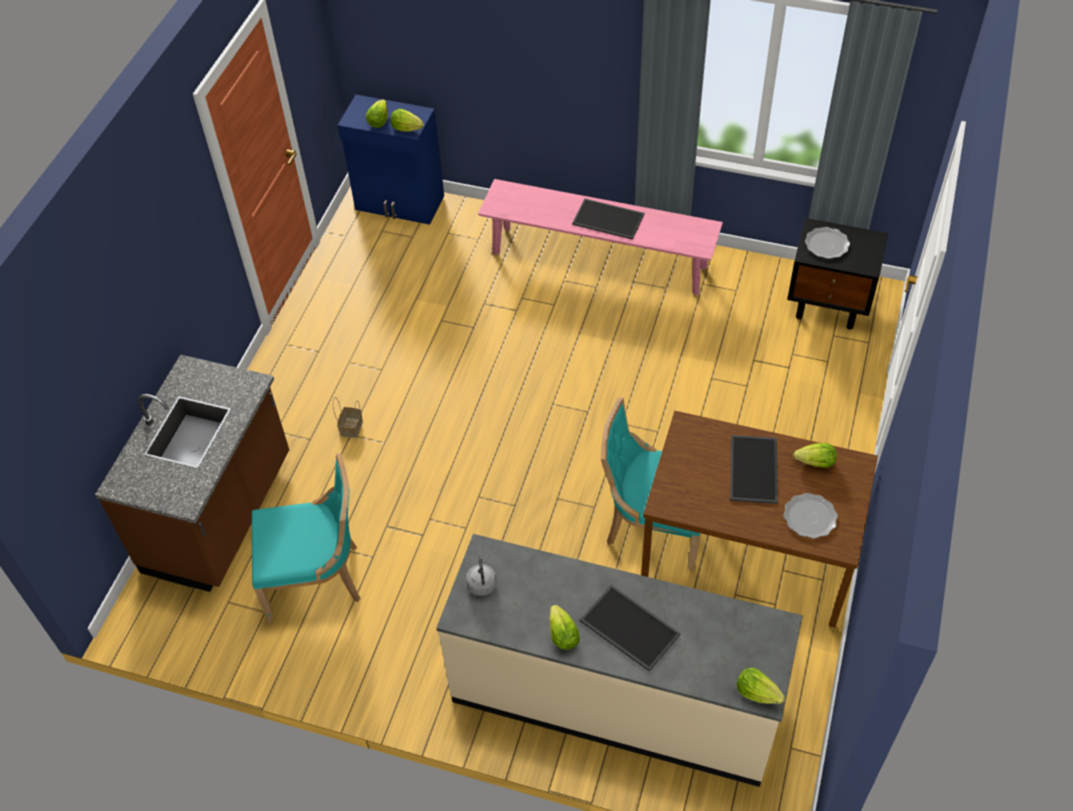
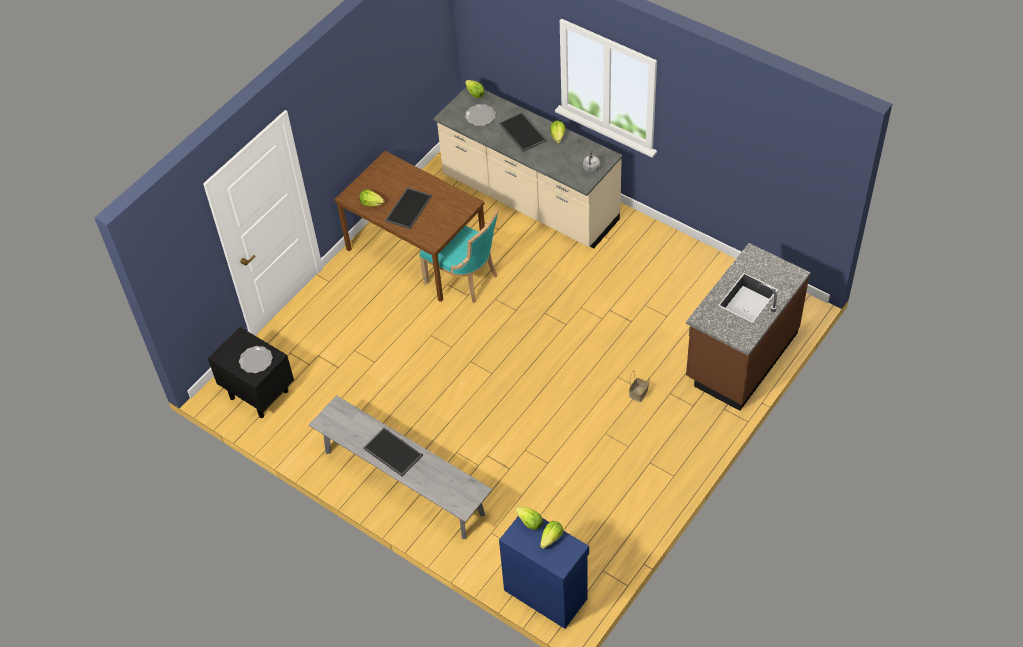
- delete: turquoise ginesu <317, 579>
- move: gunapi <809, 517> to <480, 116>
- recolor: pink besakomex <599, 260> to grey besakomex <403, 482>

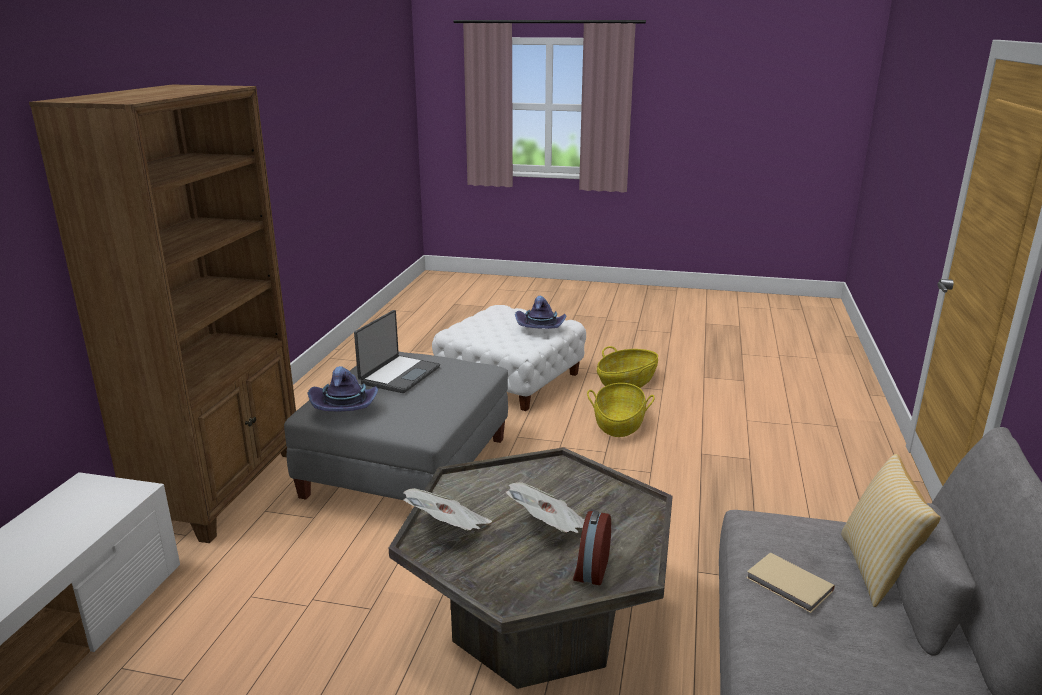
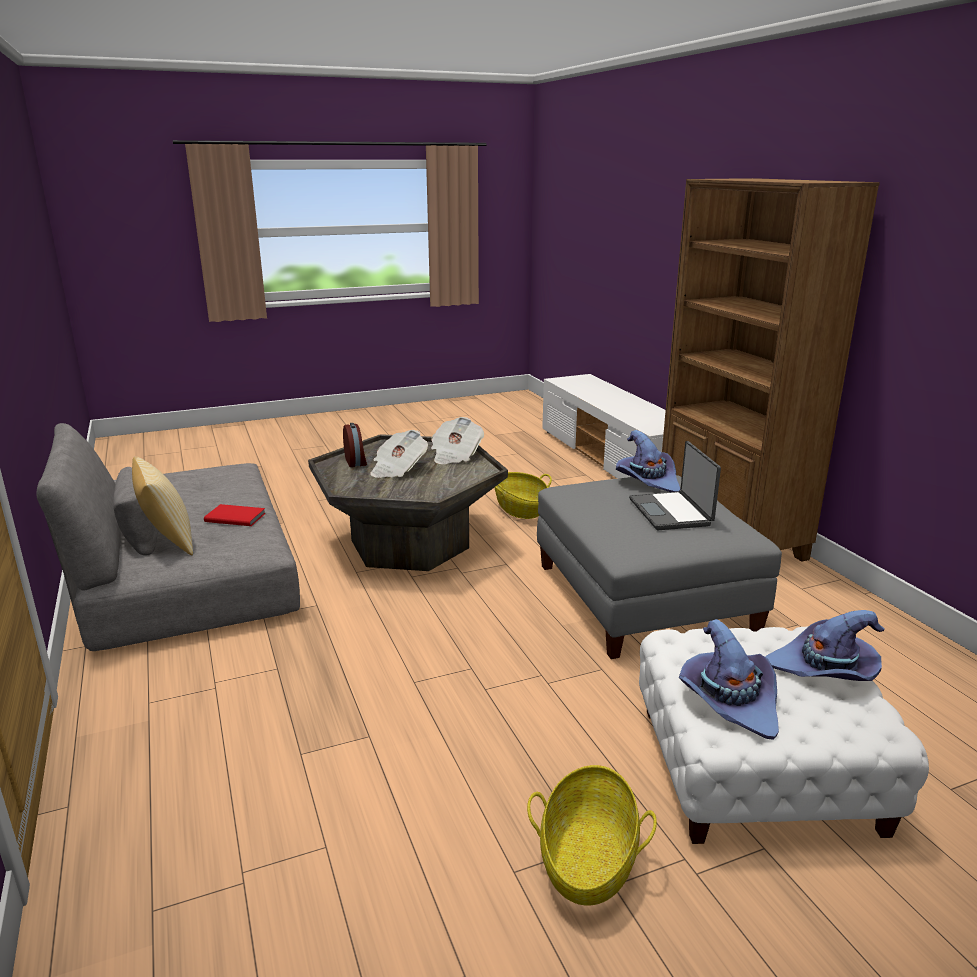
- insert: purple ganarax <825, 670>
- move: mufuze <619, 424> to <521, 509>
- recolor: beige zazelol <789, 585> to red zazelol <235, 517>

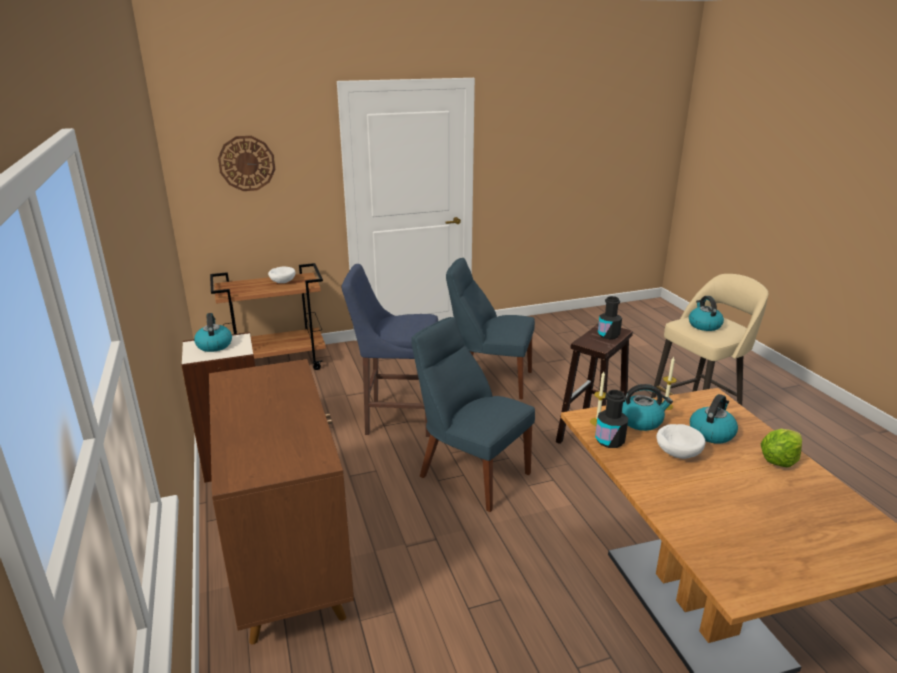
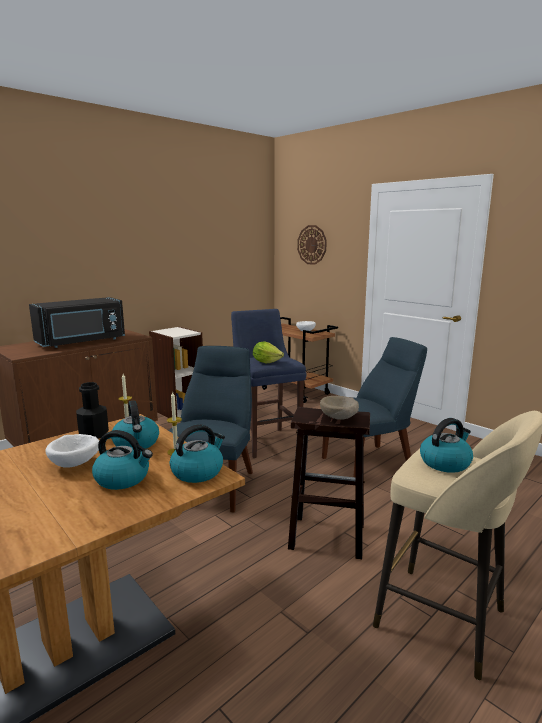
- insert: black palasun <82, 342>
- move: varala <214, 345> to <198, 472>
- move: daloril <779, 460> to <266, 362>
- replace: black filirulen <608, 335> to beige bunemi <339, 418>
- rotate: blue ginesu <489, 380> = <370, 462> 75 degrees clockwise

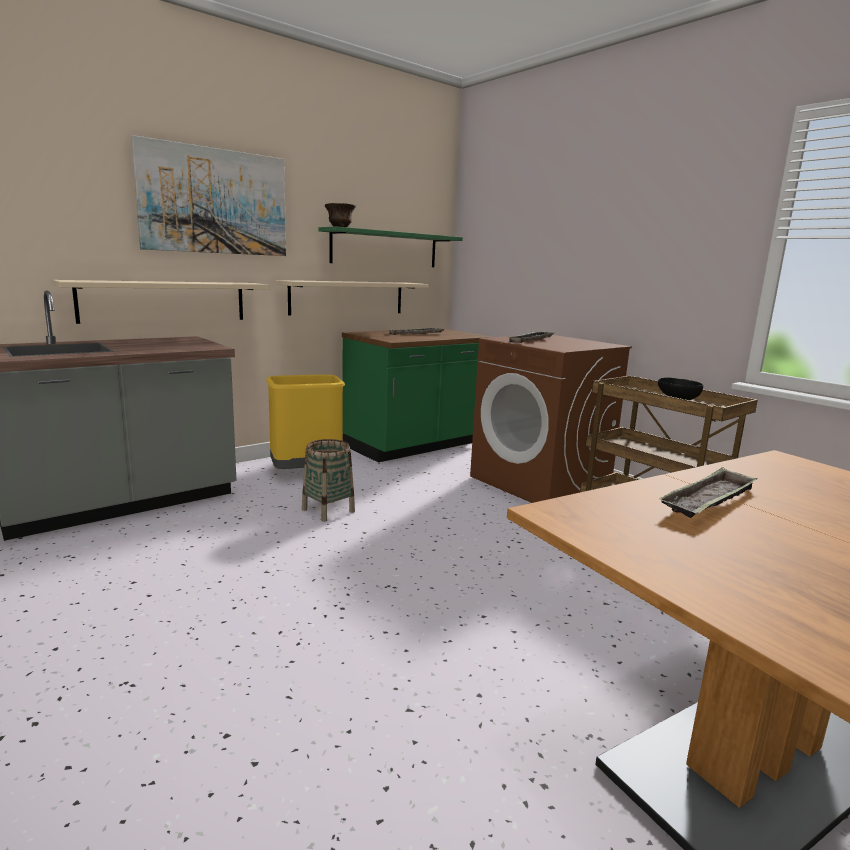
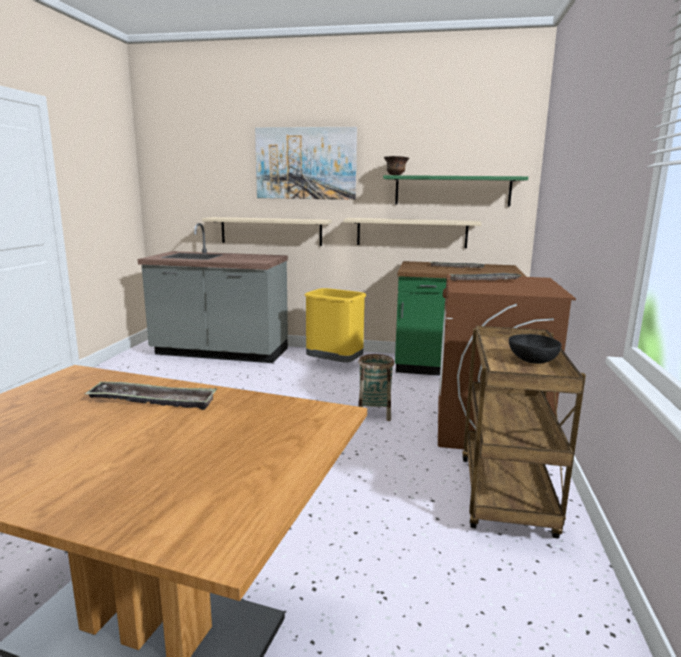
- move: mufuze <328, 510> to <374, 413>

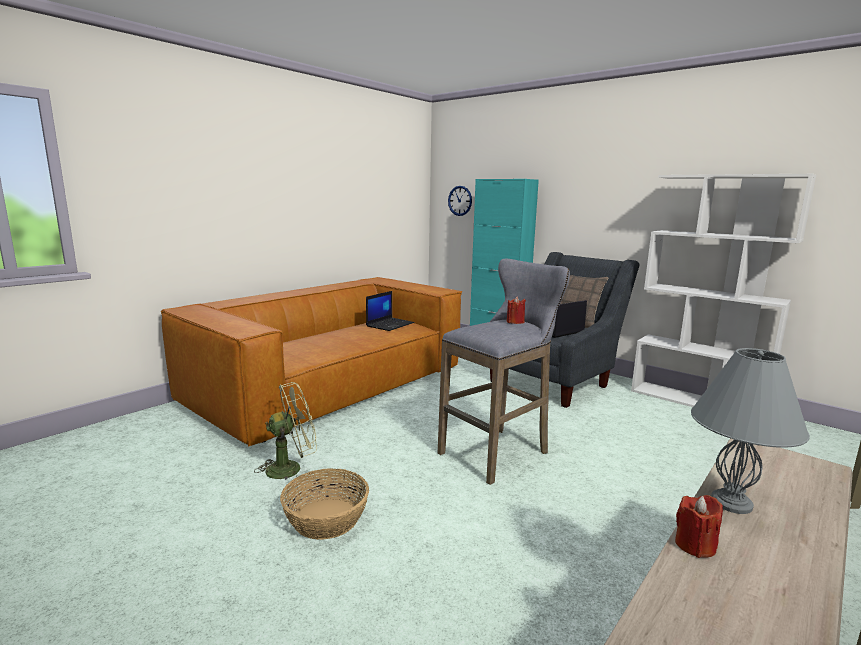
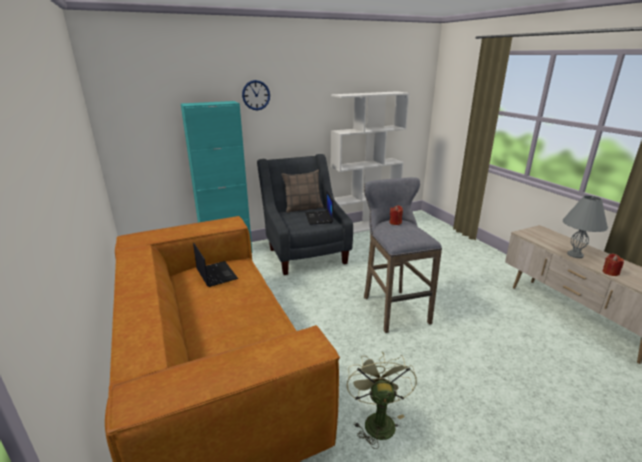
- delete: mufuze <326, 518>
- move: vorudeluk <460, 200> to <256, 95>

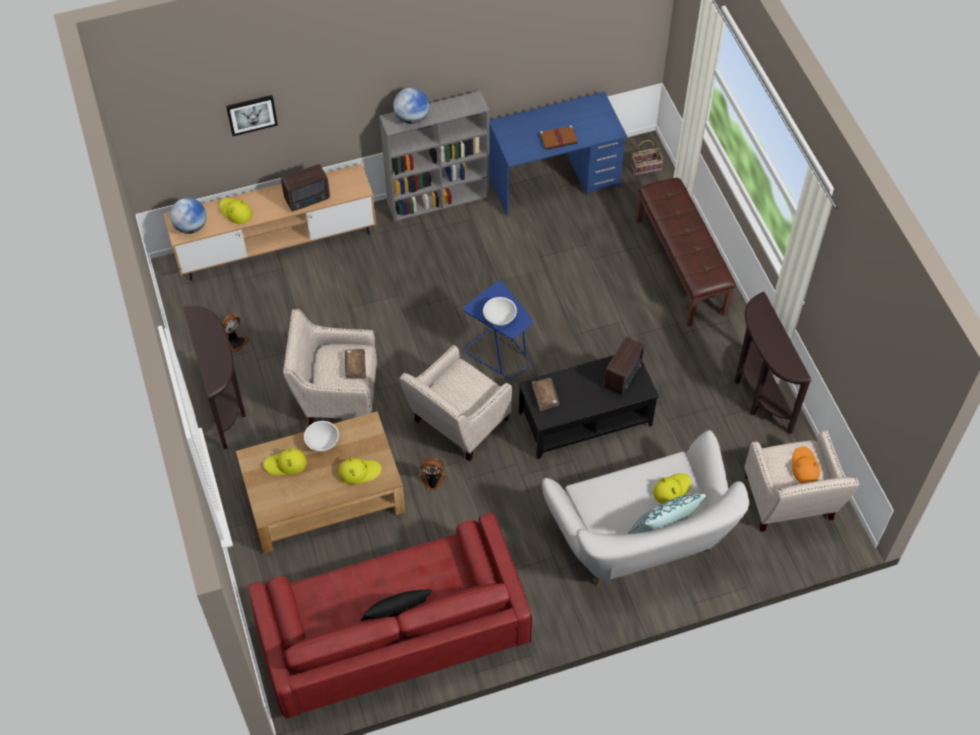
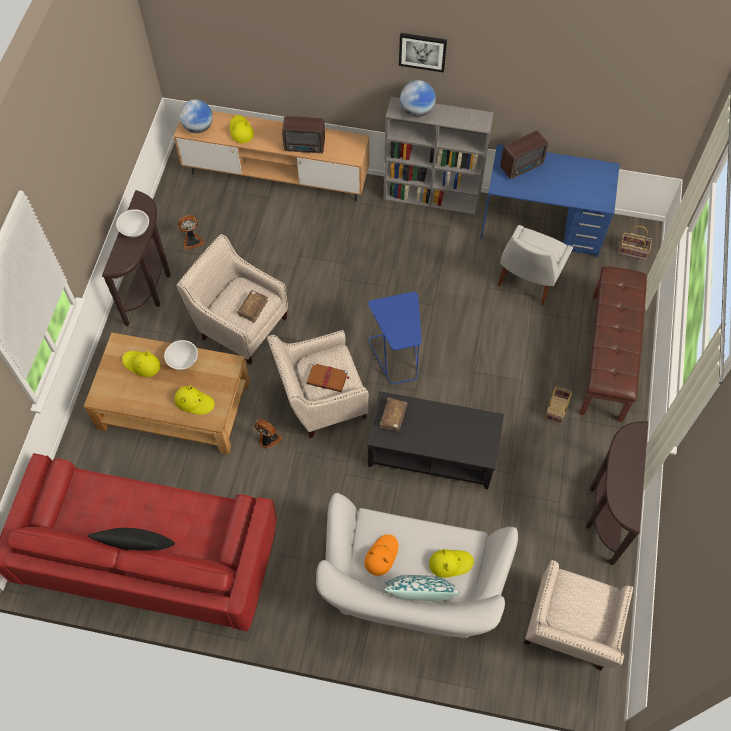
- insert: white ginesu <527, 281>
- insert: mufuze <556, 408>
- move: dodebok <251, 114> to <422, 51>
- move: white bunemi <500, 318> to <135, 229>
- move: brown zazelol <559, 138> to <328, 378>
- move: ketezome <624, 375> to <522, 166>
- move: orange ganarax <804, 467> to <381, 556>

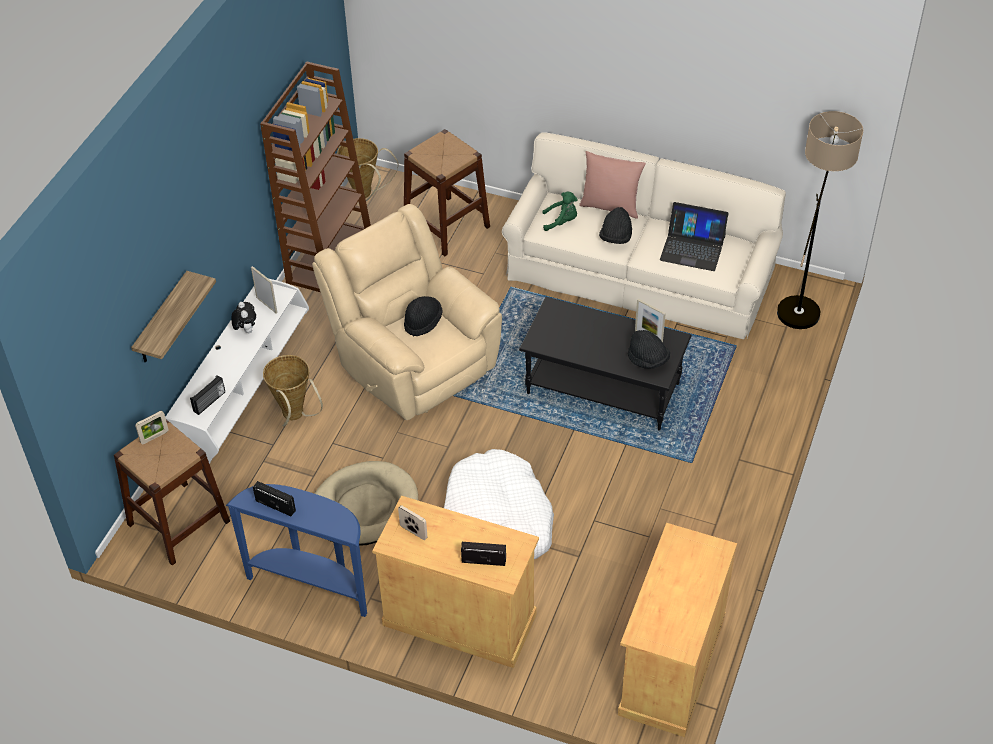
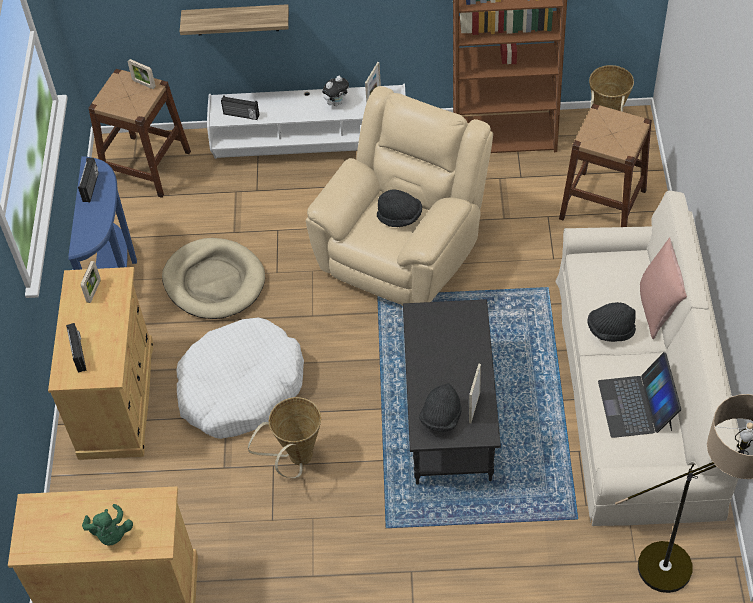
- move: mufuze <295, 417> to <296, 460>
- move: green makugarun <561, 221> to <111, 533>

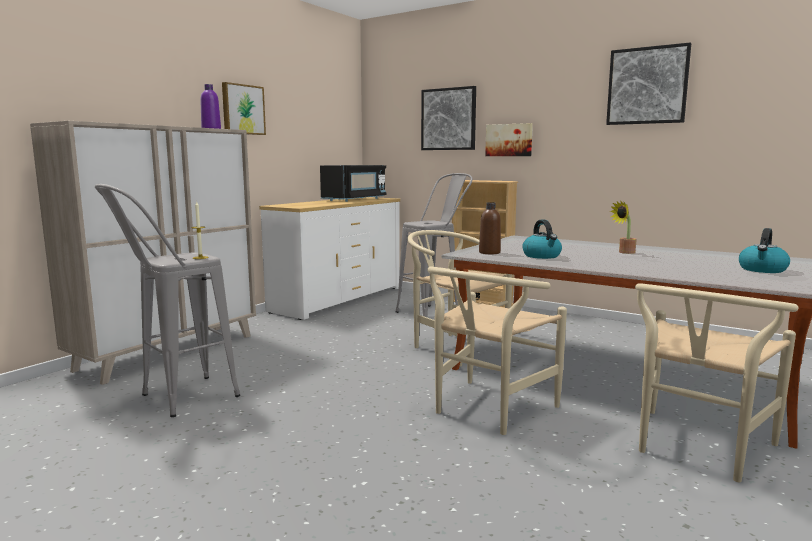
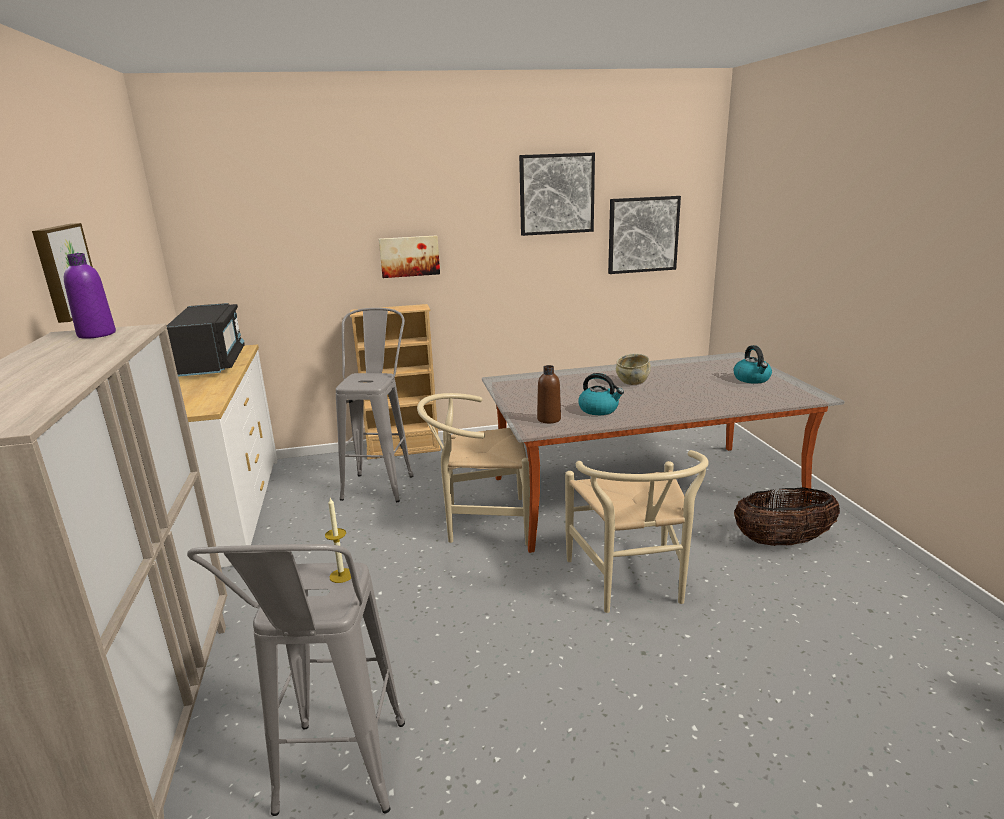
- move: dodebok <448, 119> to <642, 234>
- replace: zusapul <624, 252> to beige bunemi <632, 381>
- replace: beige ginesu <696, 449> to mufuze <782, 541>

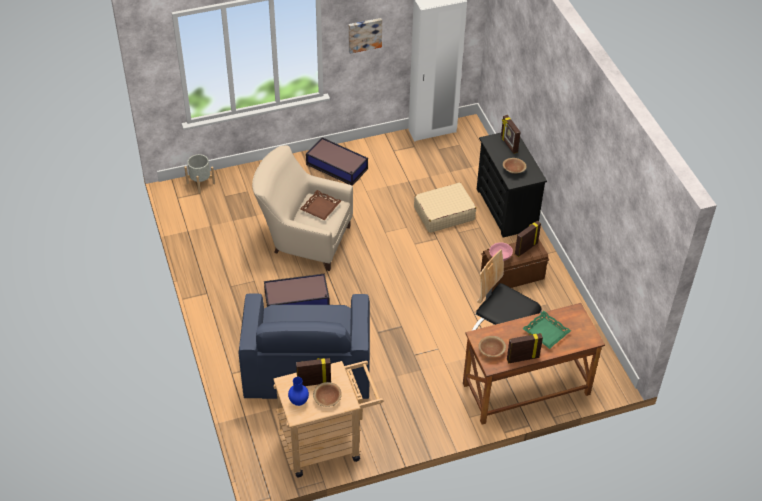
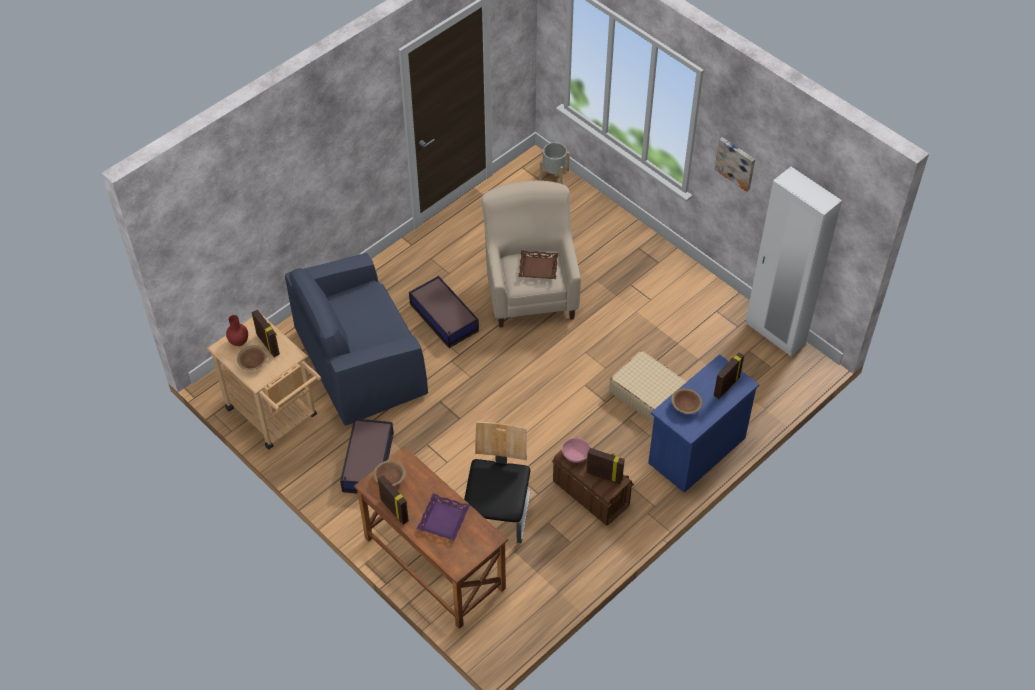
- move: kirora <337, 167> to <367, 463>
- recolor: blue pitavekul <298, 401> to red pitavekul <239, 342>
- recolor: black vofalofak <506, 209> to blue vofalofak <696, 450>
- recolor: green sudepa <545, 332> to purple sudepa <443, 519>

